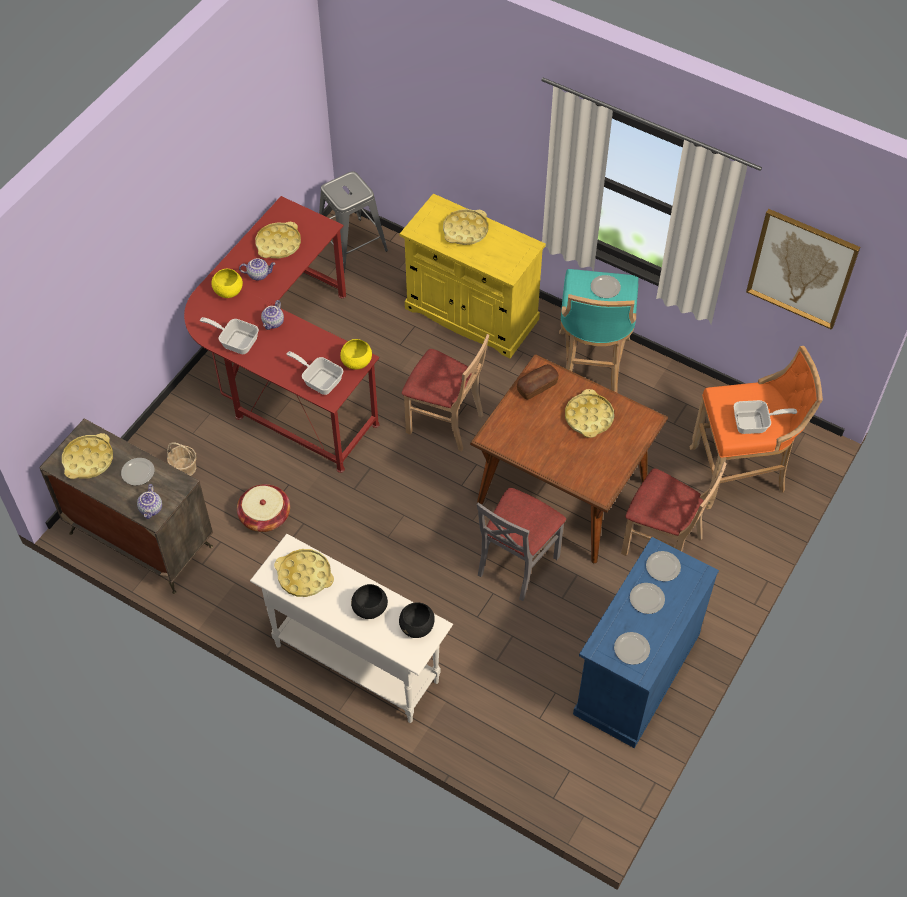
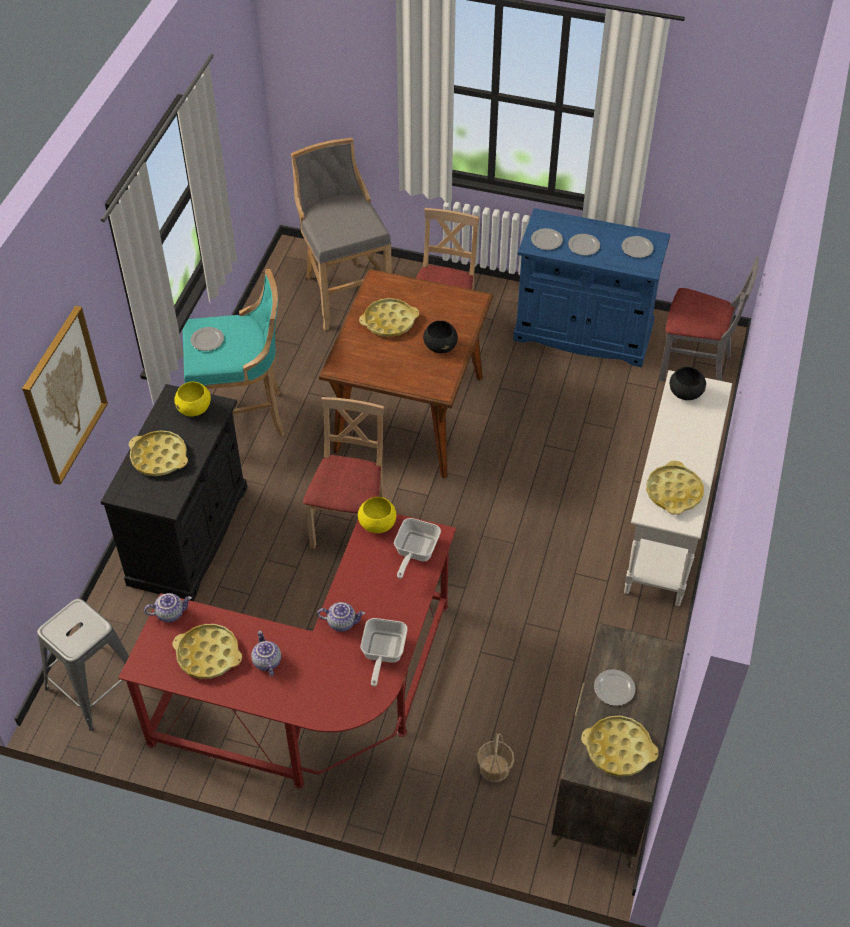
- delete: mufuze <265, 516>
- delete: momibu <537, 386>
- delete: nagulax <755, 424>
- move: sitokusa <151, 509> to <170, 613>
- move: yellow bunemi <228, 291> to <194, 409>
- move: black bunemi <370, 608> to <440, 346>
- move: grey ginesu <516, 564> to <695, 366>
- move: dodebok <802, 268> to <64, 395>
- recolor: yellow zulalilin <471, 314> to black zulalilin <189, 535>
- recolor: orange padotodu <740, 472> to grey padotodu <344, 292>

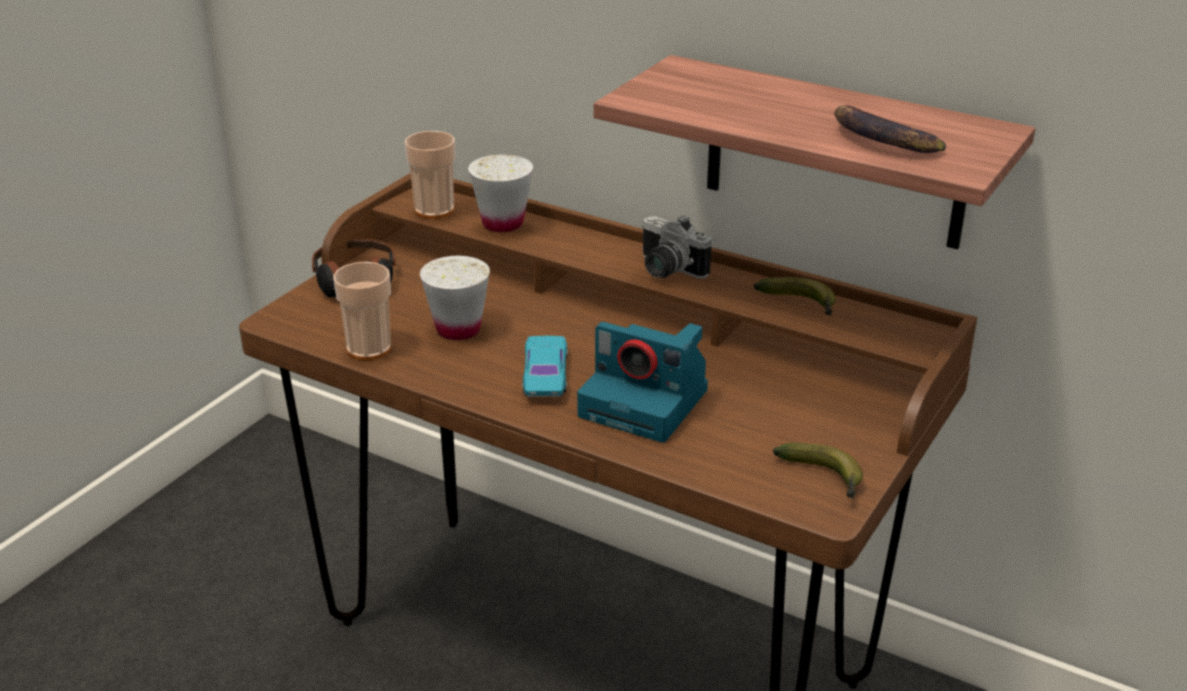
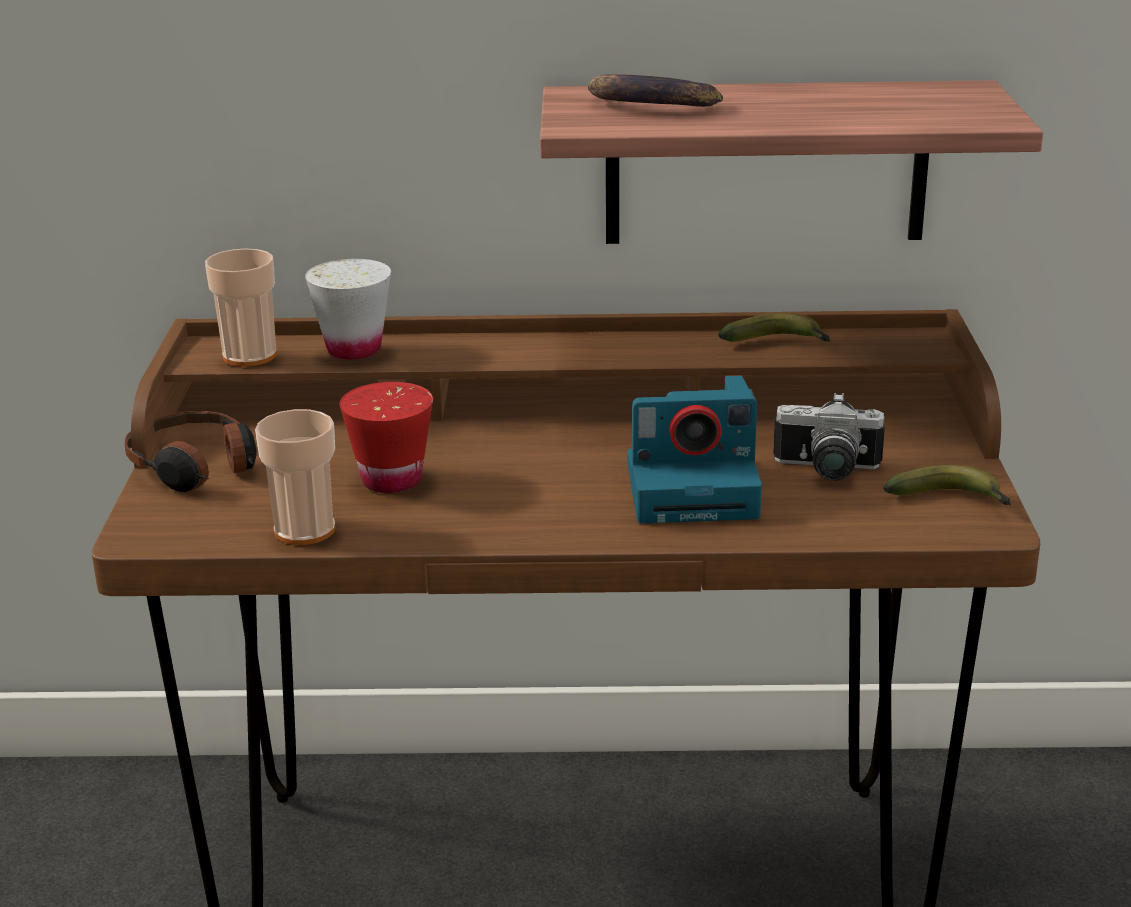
- delete: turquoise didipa <545, 375>
- move: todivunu <666, 270> to <826, 471>
- move: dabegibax <880, 140> to <648, 106>
- recolor: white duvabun <458, 329> to red duvabun <391, 481>

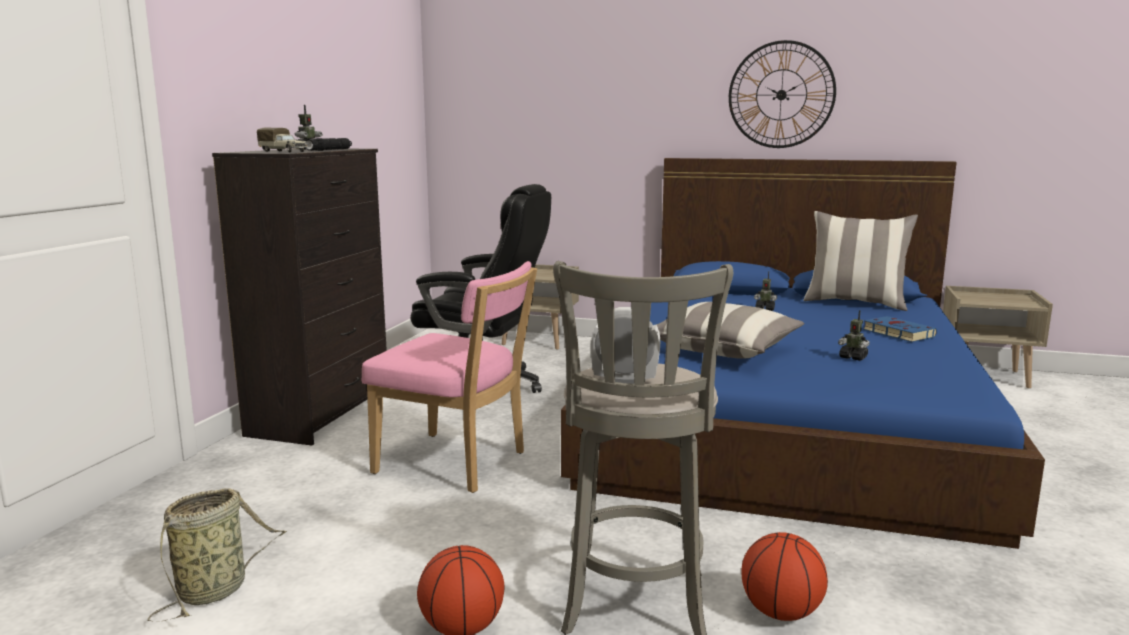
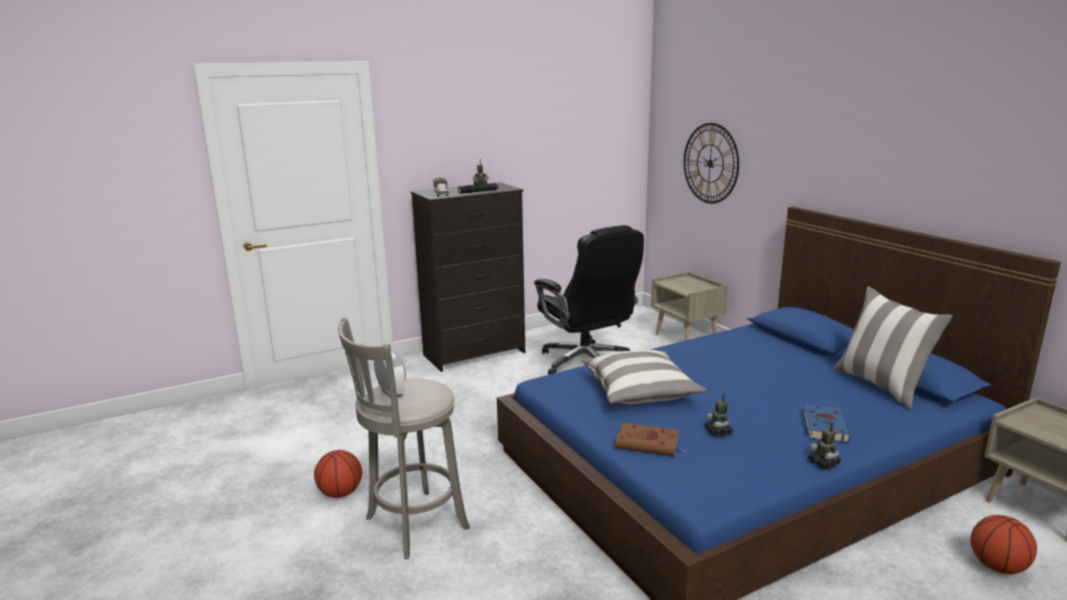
- delete: mufuze <216, 589>
- delete: pink ginesu <457, 464>
- insert: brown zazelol <649, 444>
- move: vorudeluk <781, 95> to <710, 163>
- move: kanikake <781, 613> to <998, 567>
- move: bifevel <765, 309> to <824, 463>

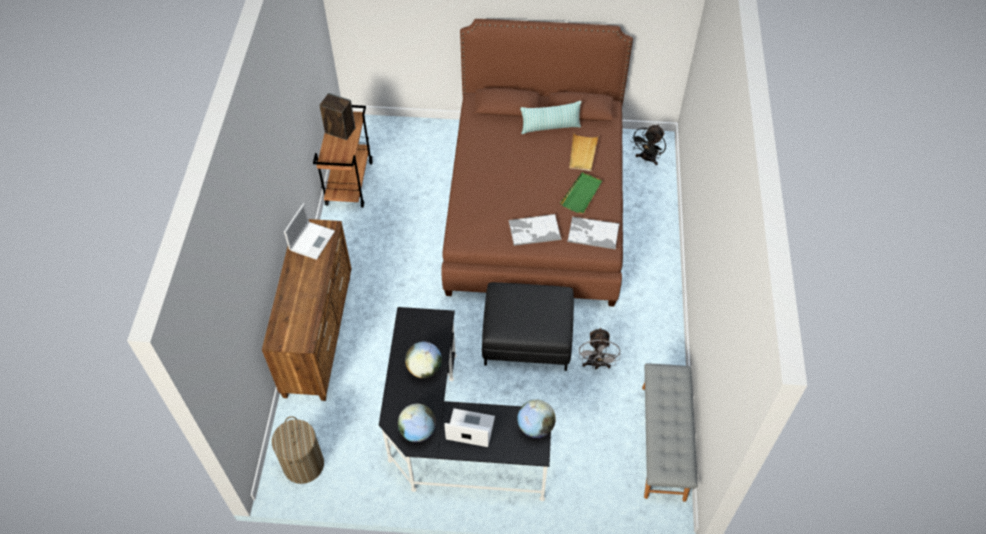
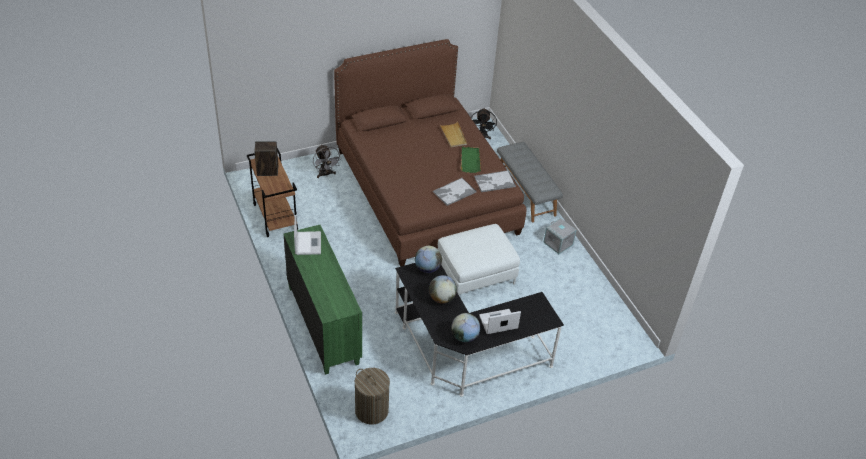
- delete: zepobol <550, 127>
- insert: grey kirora <558, 243>
- move: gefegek <535, 427> to <427, 268>
- move: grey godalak <596, 364> to <326, 174>
- move: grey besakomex <664, 442> to <526, 192>
- recolor: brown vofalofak <319, 335> to green vofalofak <323, 324>
- recolor: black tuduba <527, 339> to white tuduba <475, 274>

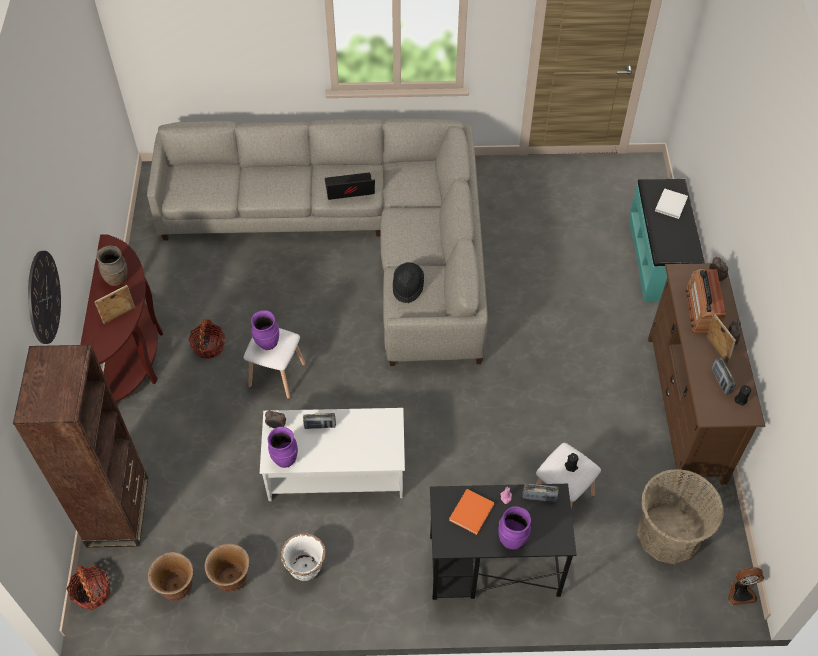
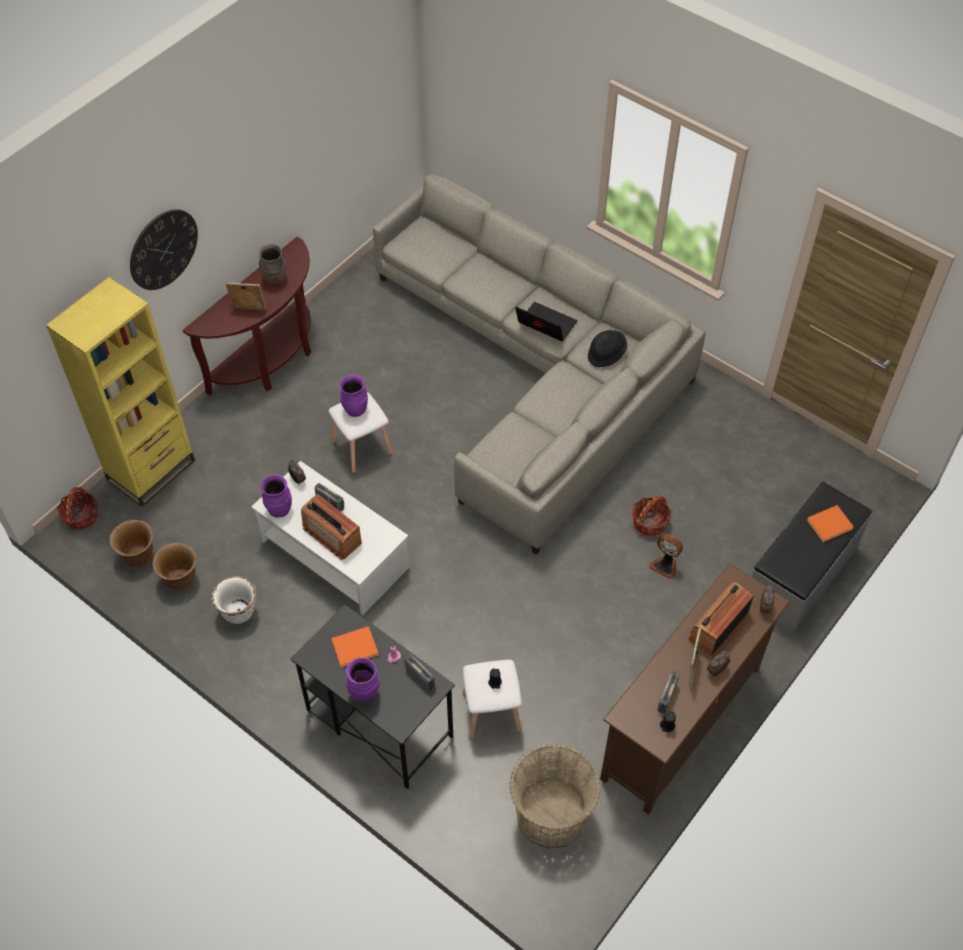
- insert: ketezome <331, 535>
- move: mufuze <209, 346> to <650, 522>
- move: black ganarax <407, 287> to <606, 354>
- move: godalak <740, 592> to <665, 565>
- recolor: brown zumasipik <118, 511> to yellow zumasipik <151, 470>
- recolor: turquoise besakomex <660, 258> to grey besakomex <801, 576>
- recolor: white zazelol <671, 203> to orange zazelol <830, 524>

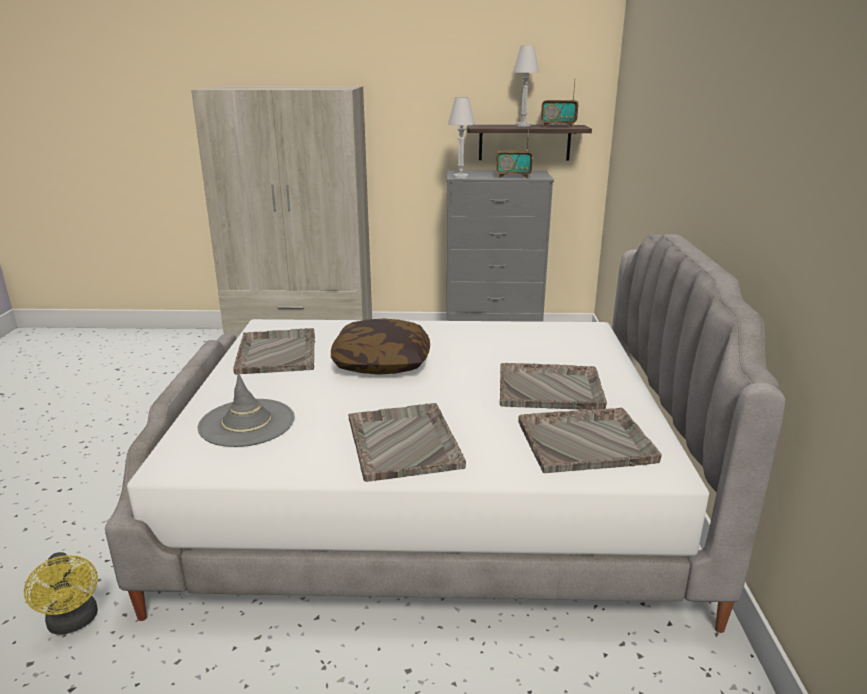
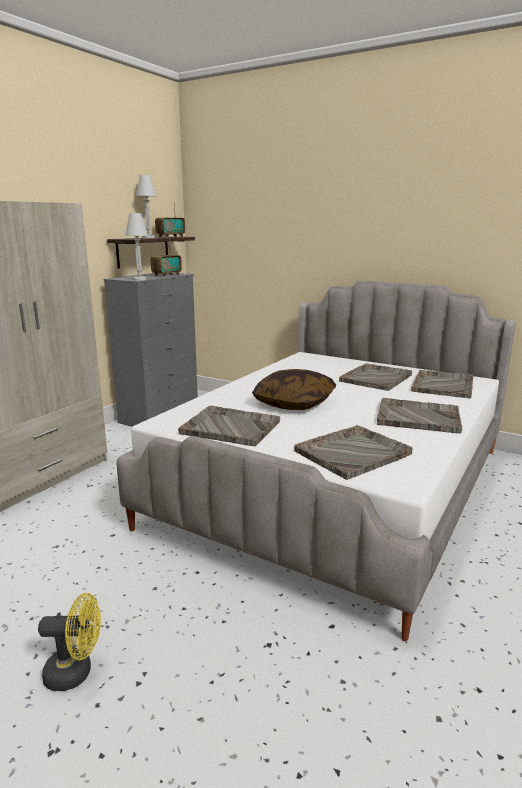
- move: yellow godalak <74, 623> to <76, 672>
- replace: grey ganarax <247, 423> to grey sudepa <353, 452>

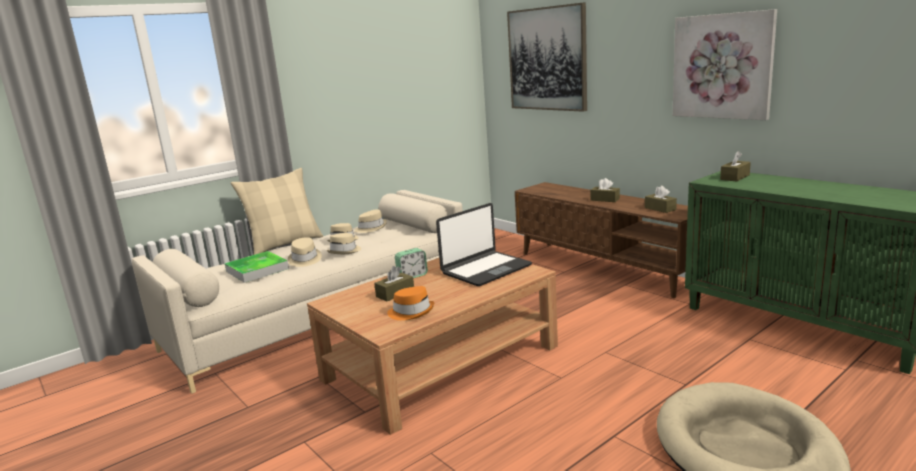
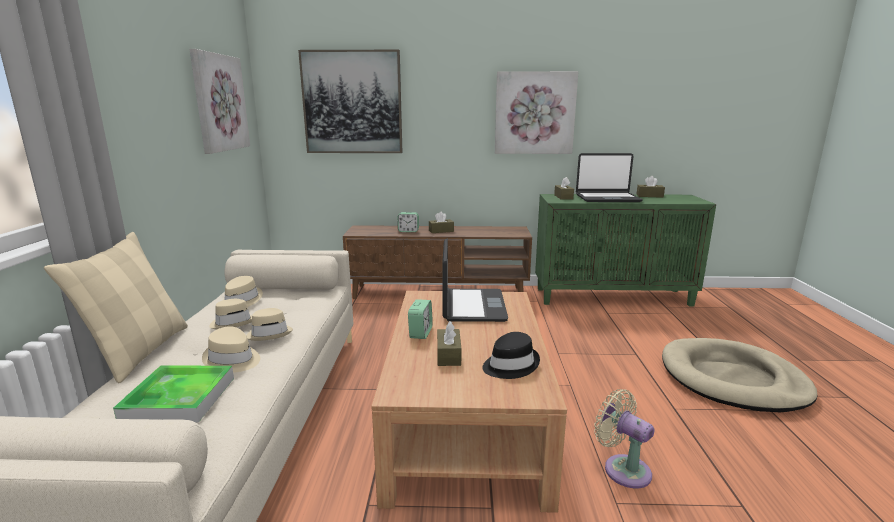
- insert: dodebok <219, 103>
- insert: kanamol <408, 231>
- insert: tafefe <607, 198>
- insert: beige godalak <623, 468>
- move: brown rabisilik <660, 209> to <649, 196>
- recolor: orange ganarax <411, 312> to black ganarax <510, 365>

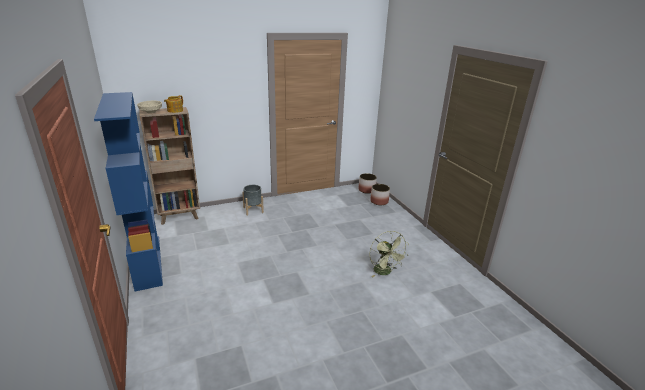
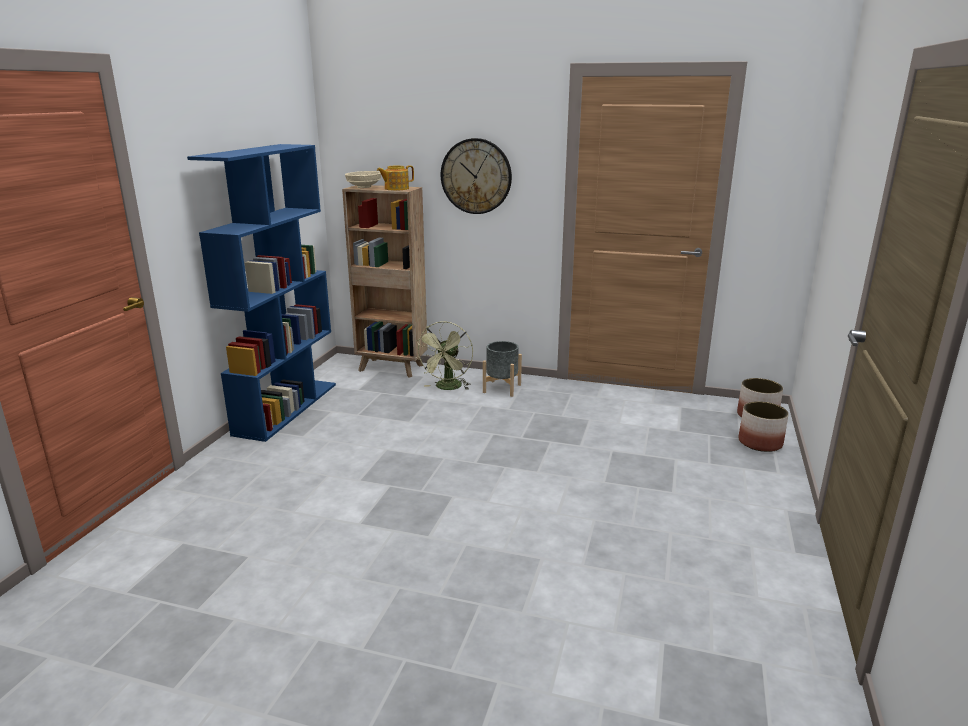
- insert: vorudeluk <476, 176>
- move: green godalak <385, 272> to <447, 388>

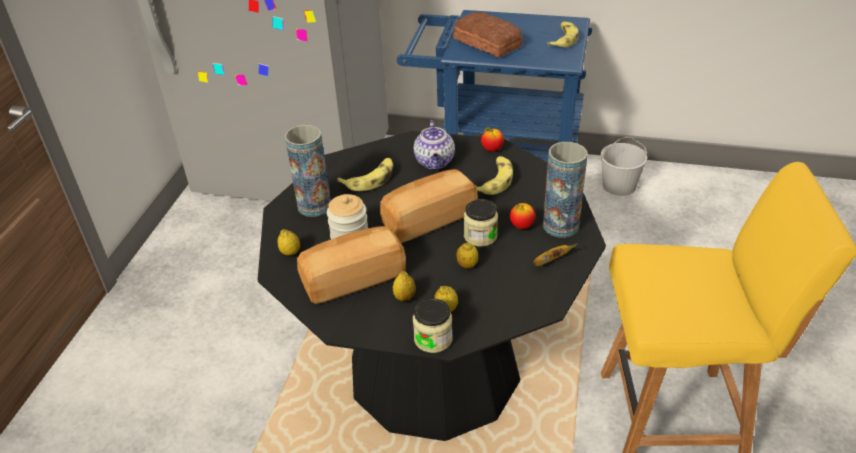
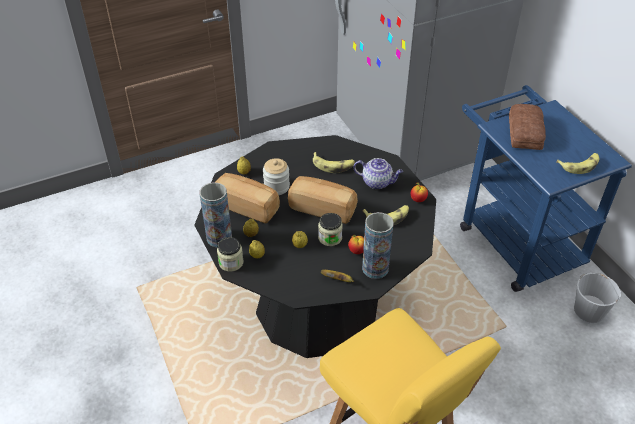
- move: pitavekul <314, 206> to <219, 238>
- rotate: sitokusa <435, 162> = <377, 182> 120 degrees counterclockwise

